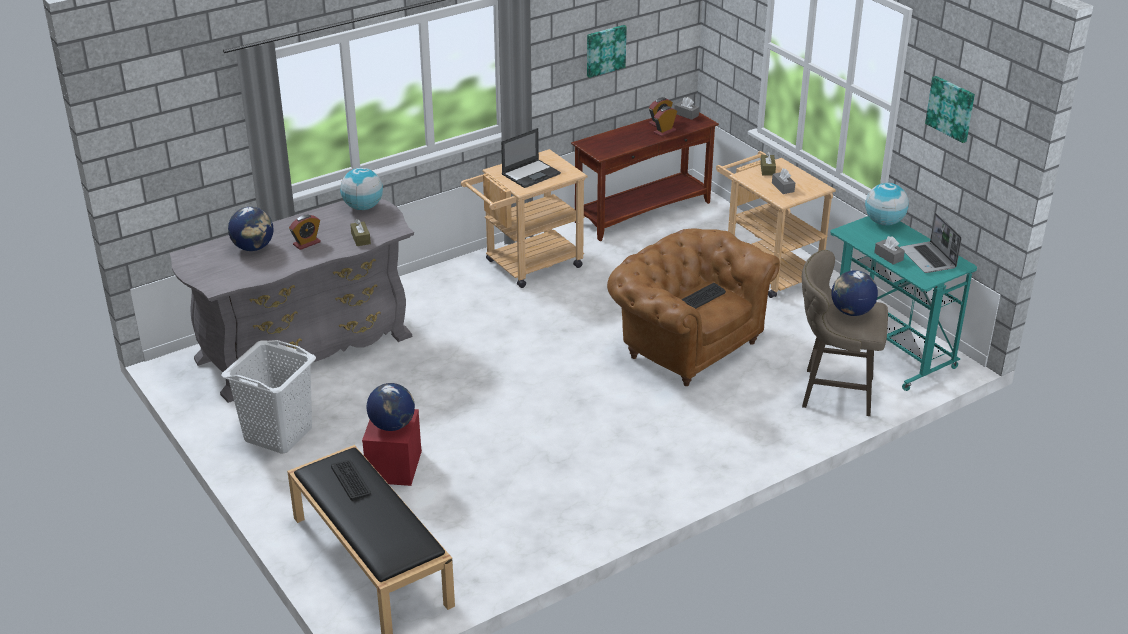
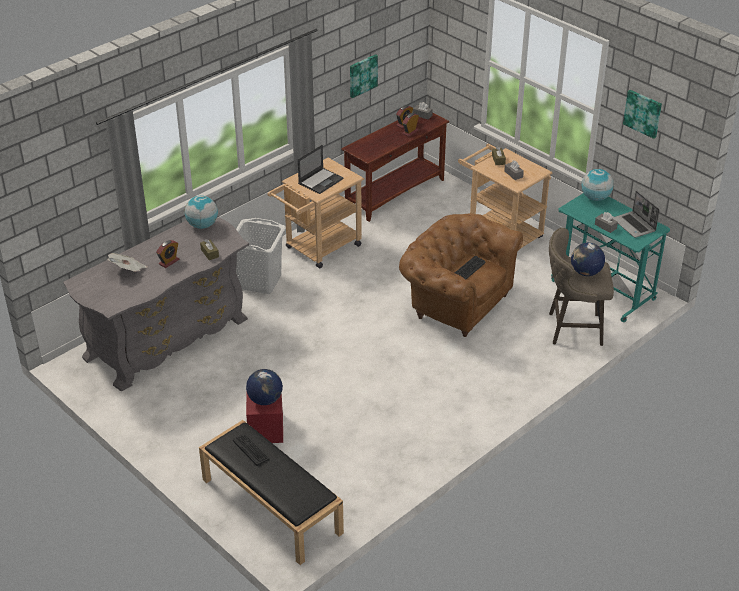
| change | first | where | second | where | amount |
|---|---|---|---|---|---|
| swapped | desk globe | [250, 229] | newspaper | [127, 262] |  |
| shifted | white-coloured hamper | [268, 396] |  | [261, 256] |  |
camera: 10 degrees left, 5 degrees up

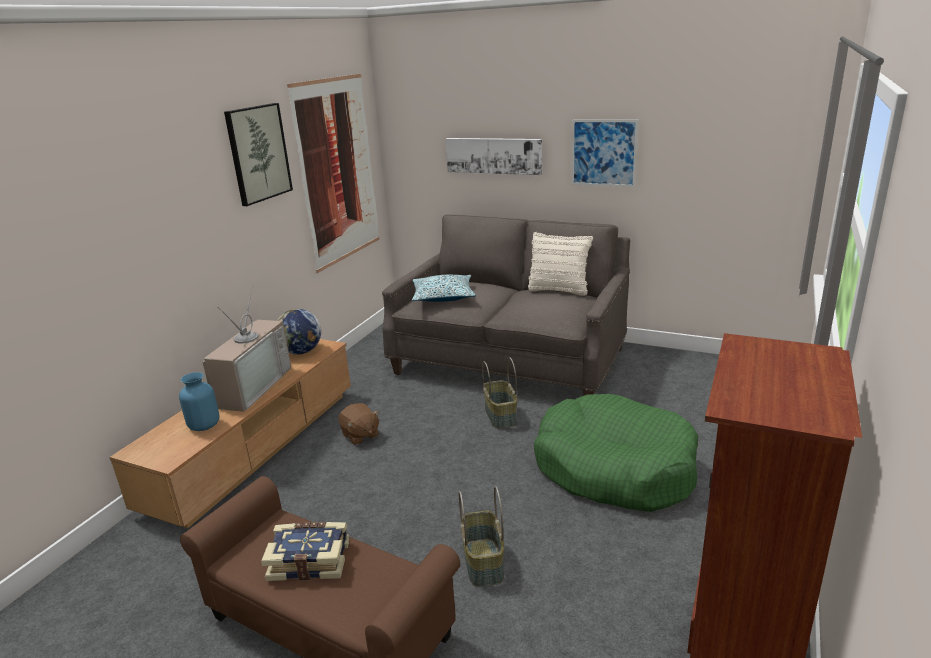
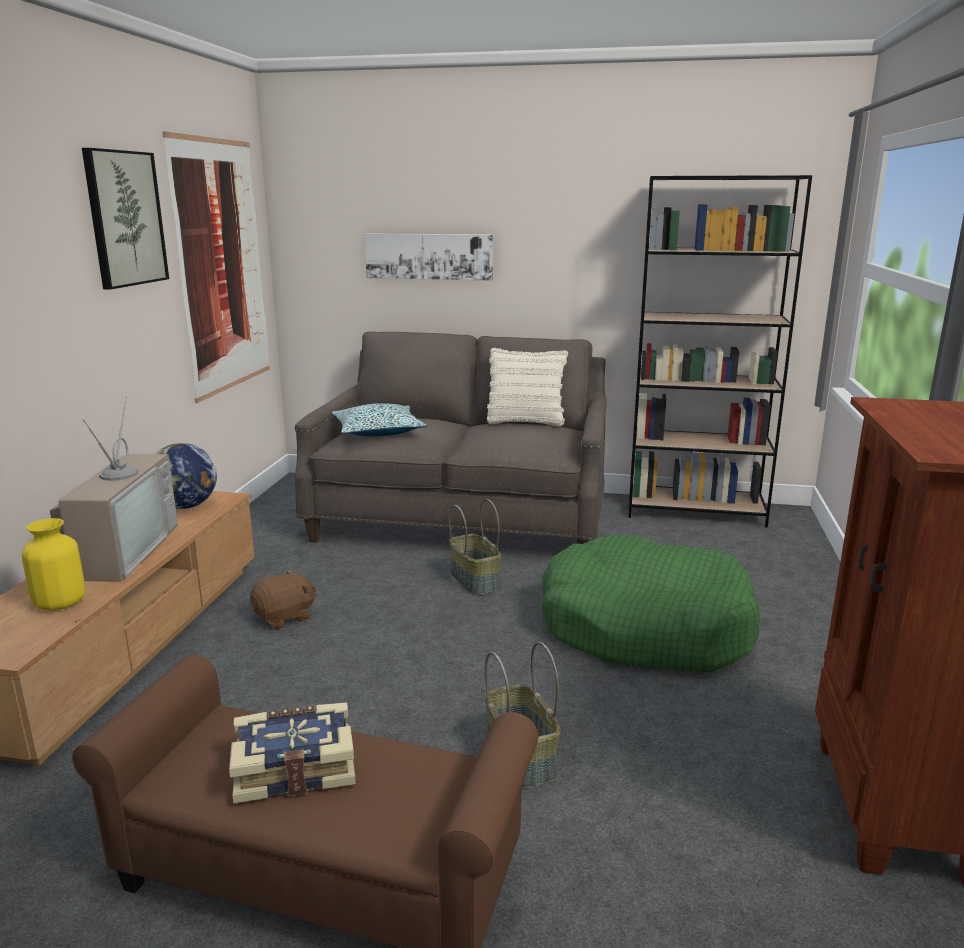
| change | first | where | second | where | amount |
|---|---|---|---|---|---|
| repainted | blue decorative vase | [199, 401] | yellowish decorative vase | [53, 564] |  |
| rotated | brown-coloured plush toy | [359, 424] |  | [283, 599] | 75 degrees counterclockwise |
| new |  |  | beige shelving unit | [720, 351] |  |
| gone | wall art | [605, 153] |  |  |  |
camera: 15 degrees left, 5 degrees down

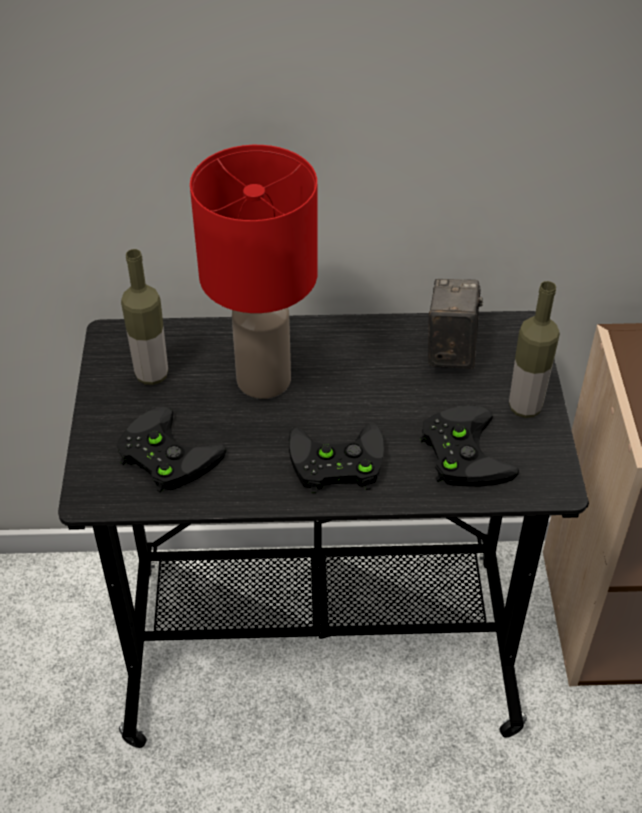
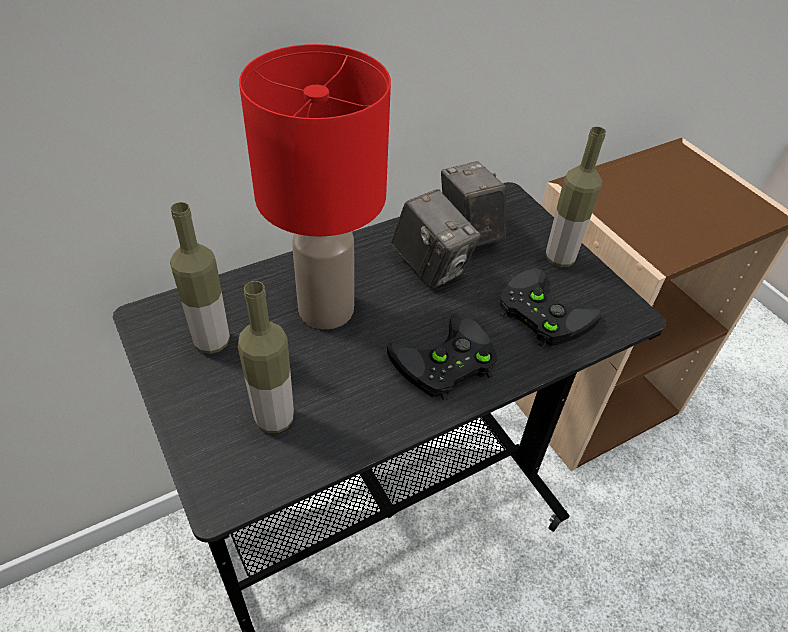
| change | first | where | second | where | amount |
|---|---|---|---|---|---|
| swapped | black-coloured joypad | [171, 450] | beverage bottle | [266, 357] |  |
| new |  |  | photo camera | [436, 239] |  |
camera: 30 degrees left, 0 degrees up

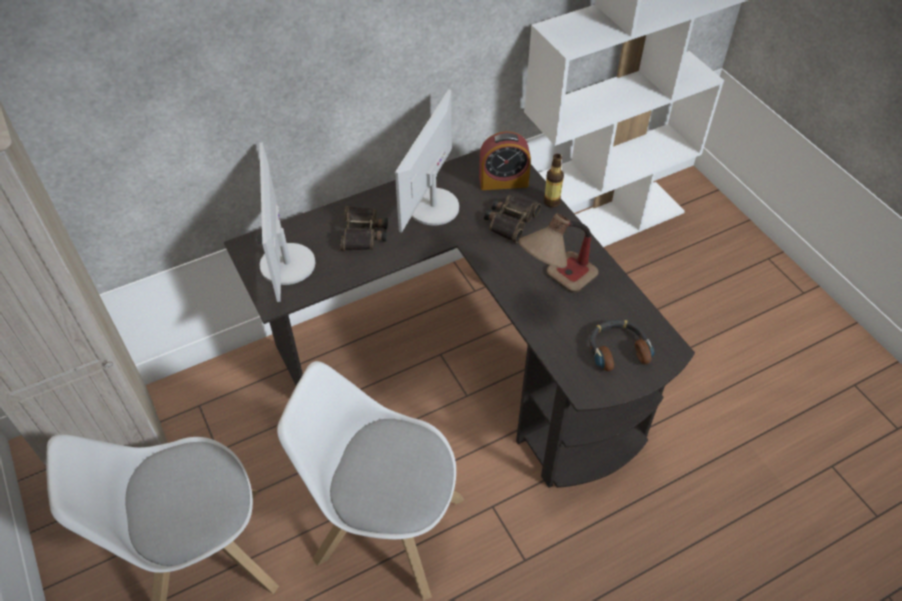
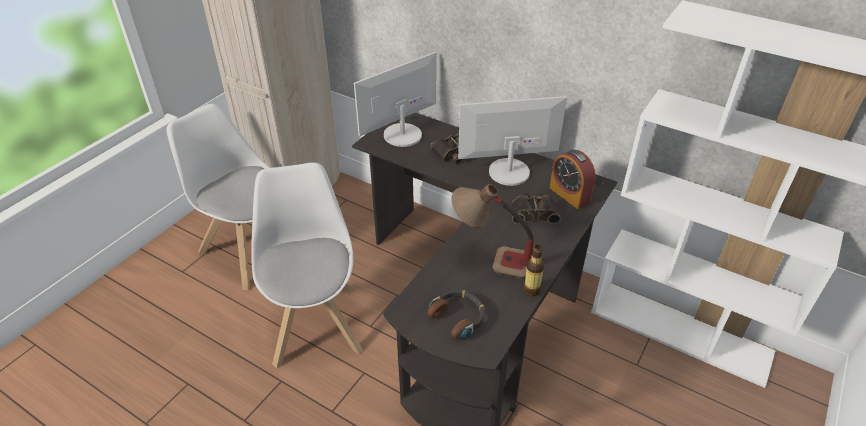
| change | first | where | second | where | amount |
|---|---|---|---|---|---|
| shifted | beverage bottle | [553, 181] |  | [533, 270] |  |
camera: 60 degrees right, 10 degrees down

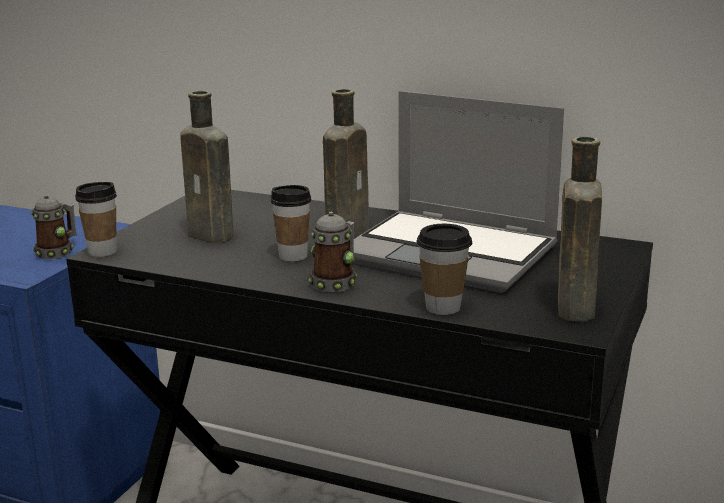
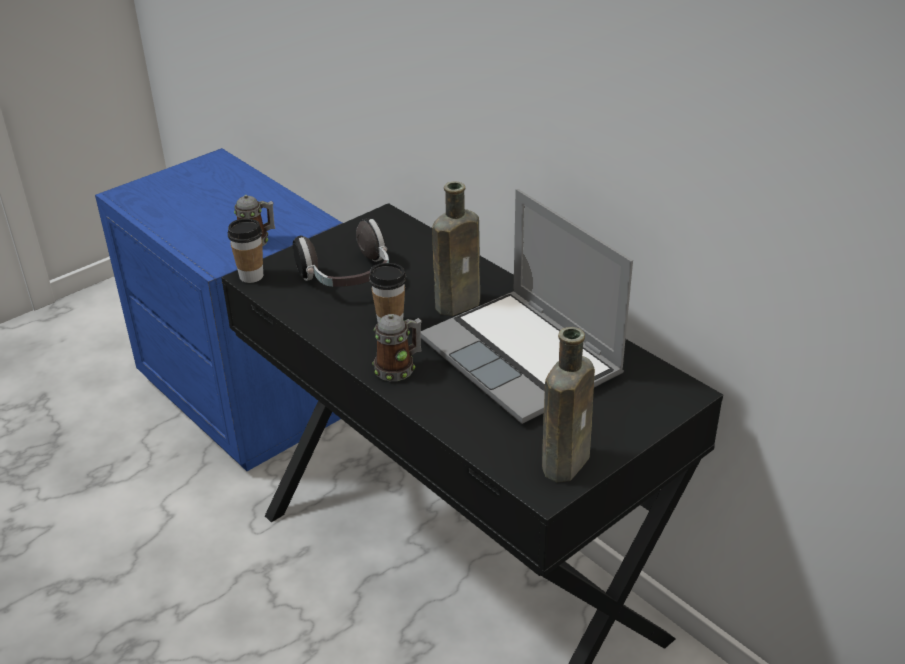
| change | first | where | second | where | amount |
|---|---|---|---|---|---|
| swapped | brown-coloured beverage bottle | [206, 167] | headset | [341, 252] |  |
| gone | drinking cup | [444, 269] |  |  |  |
camera: 25 degrees right, 15 degrees up

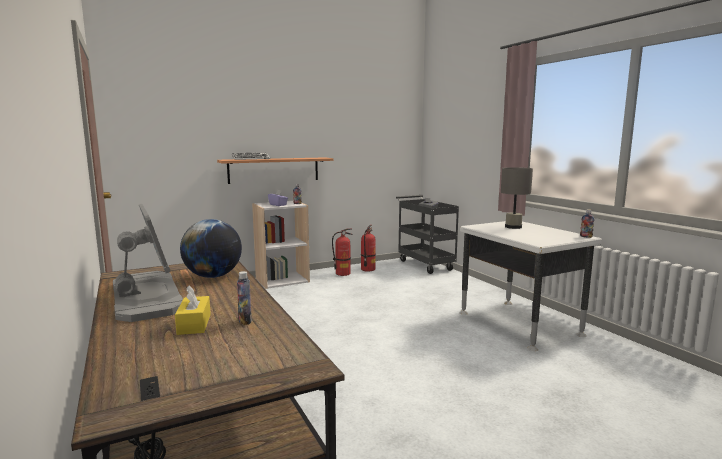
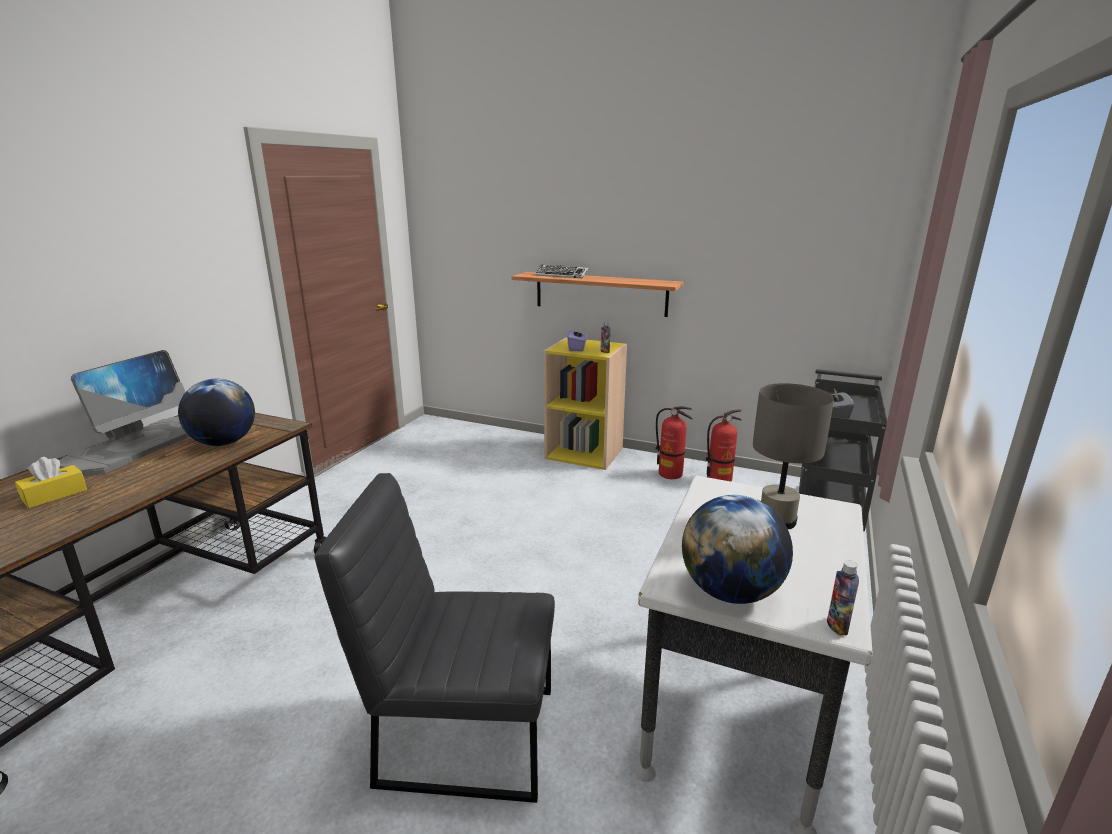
| change | first | where | second | where | amount |
|---|---|---|---|---|---|
| new |  |  | gray chair | [434, 638] |  |
| repainted | white-coloured shelving unit | [281, 245] | yellowish shelving unit | [585, 403] |  |
| new |  |  | desk globe | [737, 549] |  |
| gone | beverage bottle | [244, 298] |  |  |  |
camera: 50 degrees right, 10 degrees up

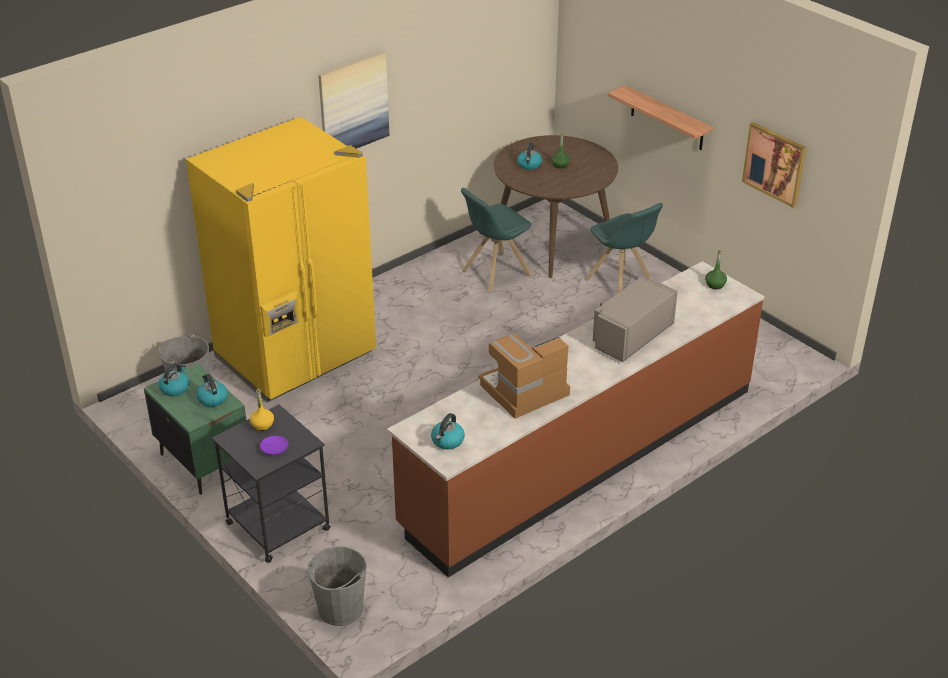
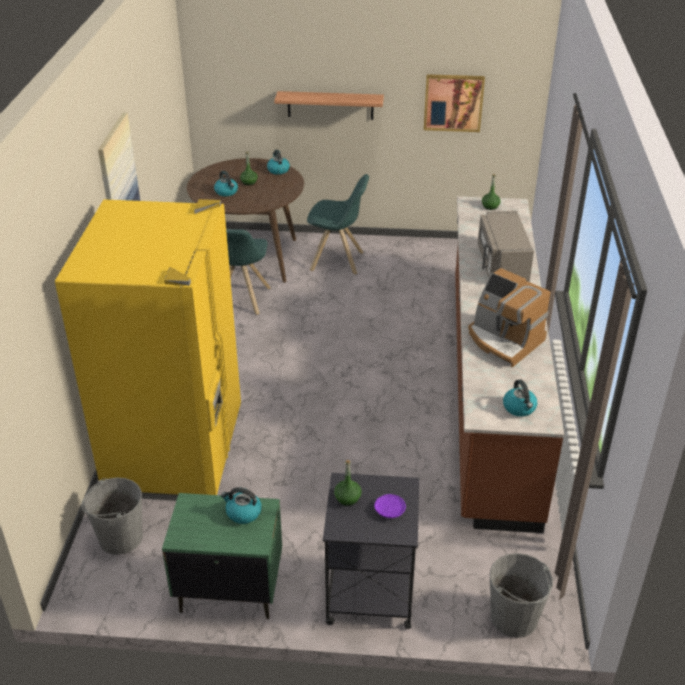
| change | first | where | second | where | amount |
|---|---|---|---|---|---|
| shifted | tea kettle | [174, 379] |  | [278, 162] |  |
| repainted | yellowish beverage bottle | [262, 410] | green beverage bottle | [348, 483] |  |
| rotated | coffee brewer | [524, 376] |  | [509, 318] | 60 degrees counterclockwise |
camera: 45 degrees left, 0 degrees up

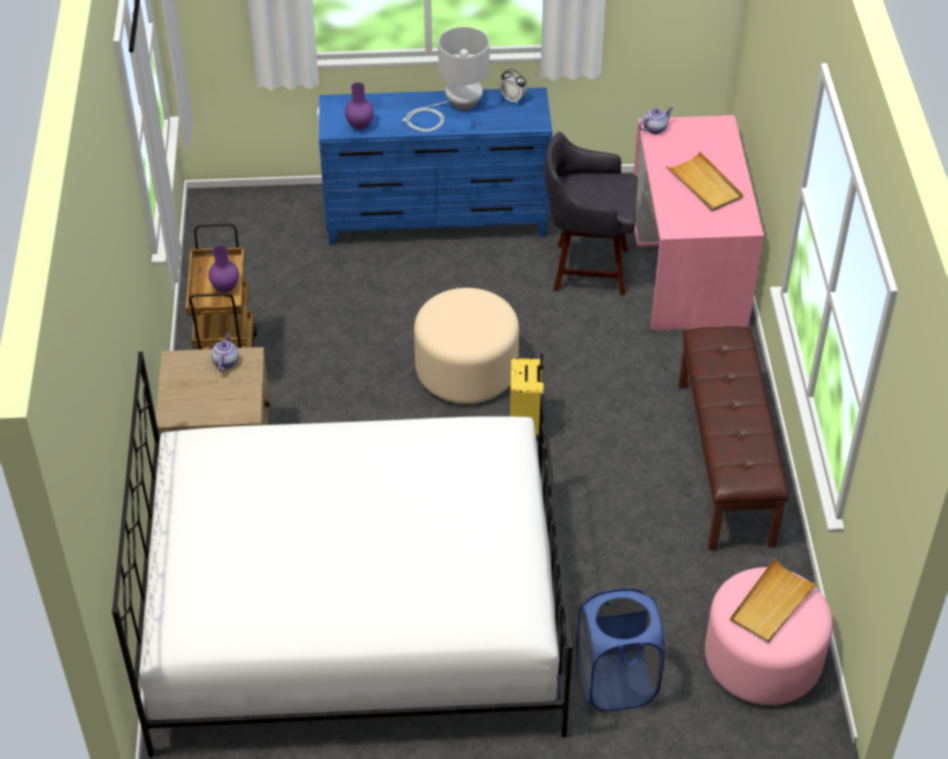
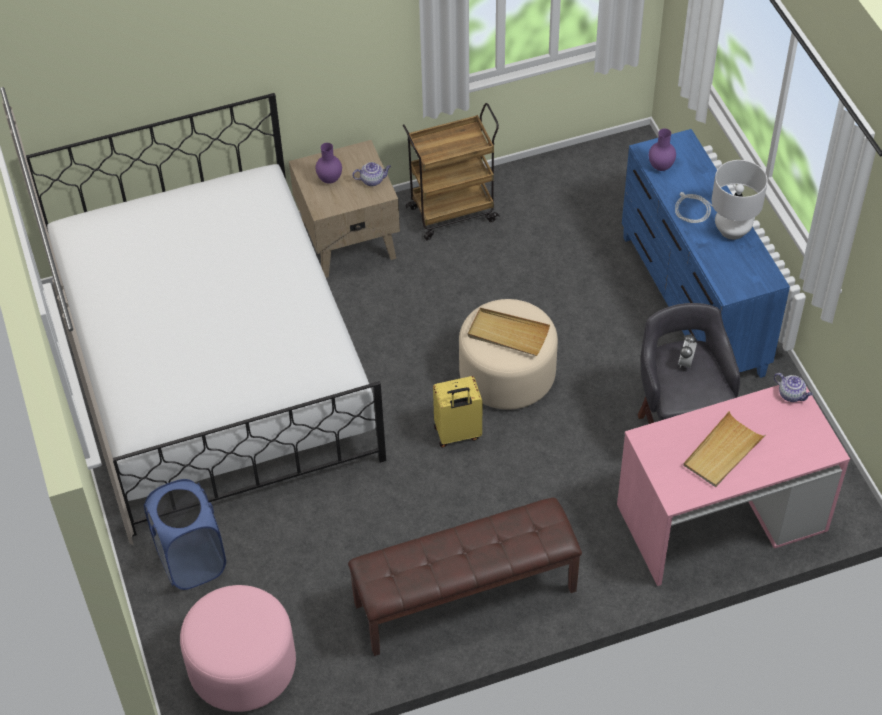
| change | first | where | second | where | amount |
|---|---|---|---|---|---|
| shifted | purple decorative vase | [223, 268] |  | [329, 163] |  |
| shifted | beige carrying tray | [774, 600] |  | [509, 332] |  |
| shifted | table clock | [514, 86] |  | [687, 351] |  |
camera: 75 degrees right, 5 degrees up

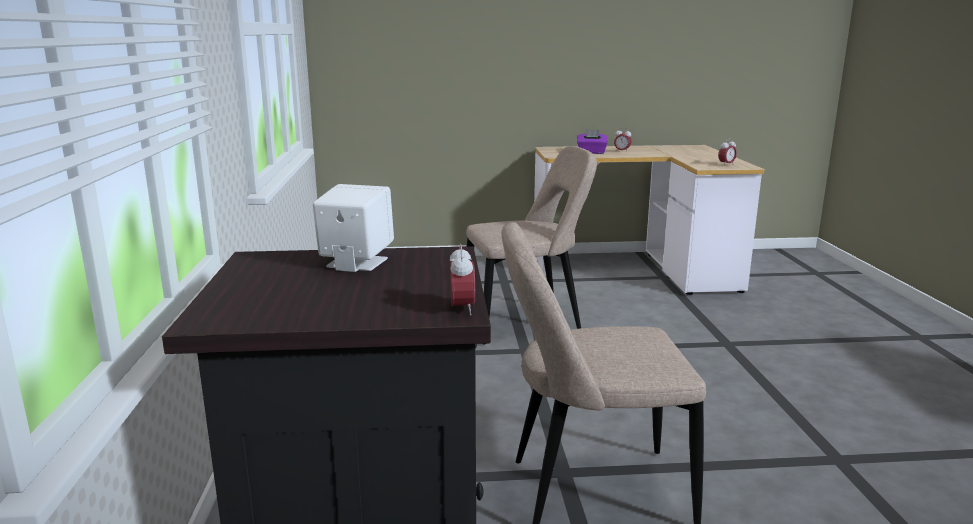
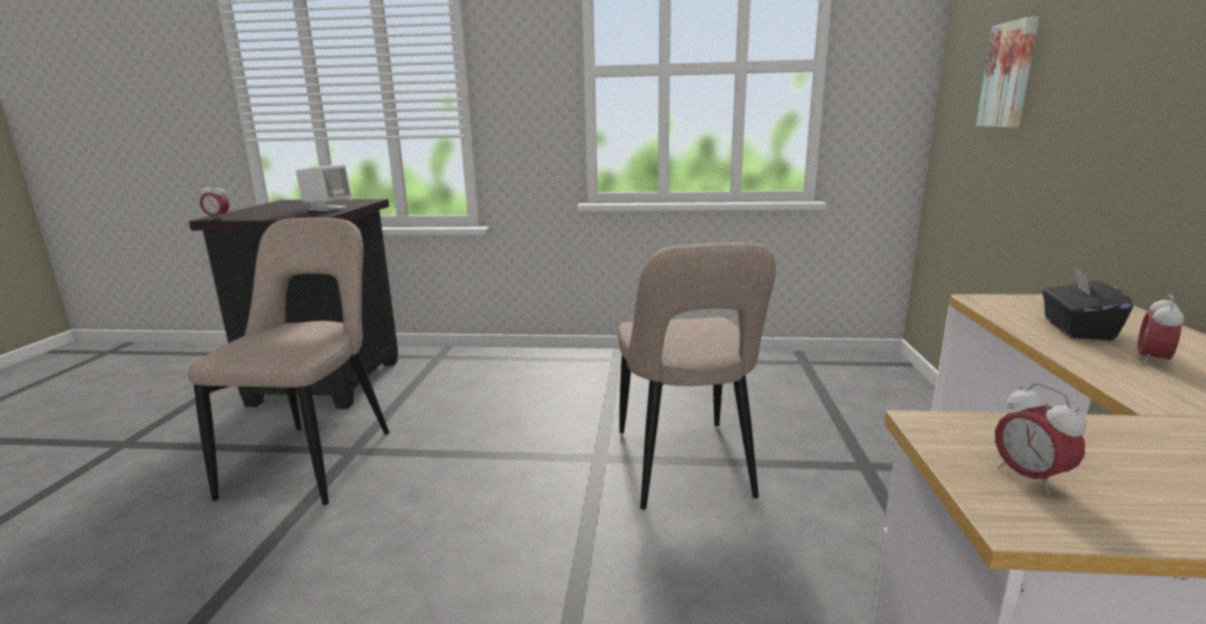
| change | first | where | second | where | amount |
|---|---|---|---|---|---|
| new |  |  | wall art | [1007, 72] |  |
| repainted | purple tissue holder | [592, 141] | black-coloured tissue holder | [1087, 304] |  |
camera: 100 degrees right, 0 degrees up

